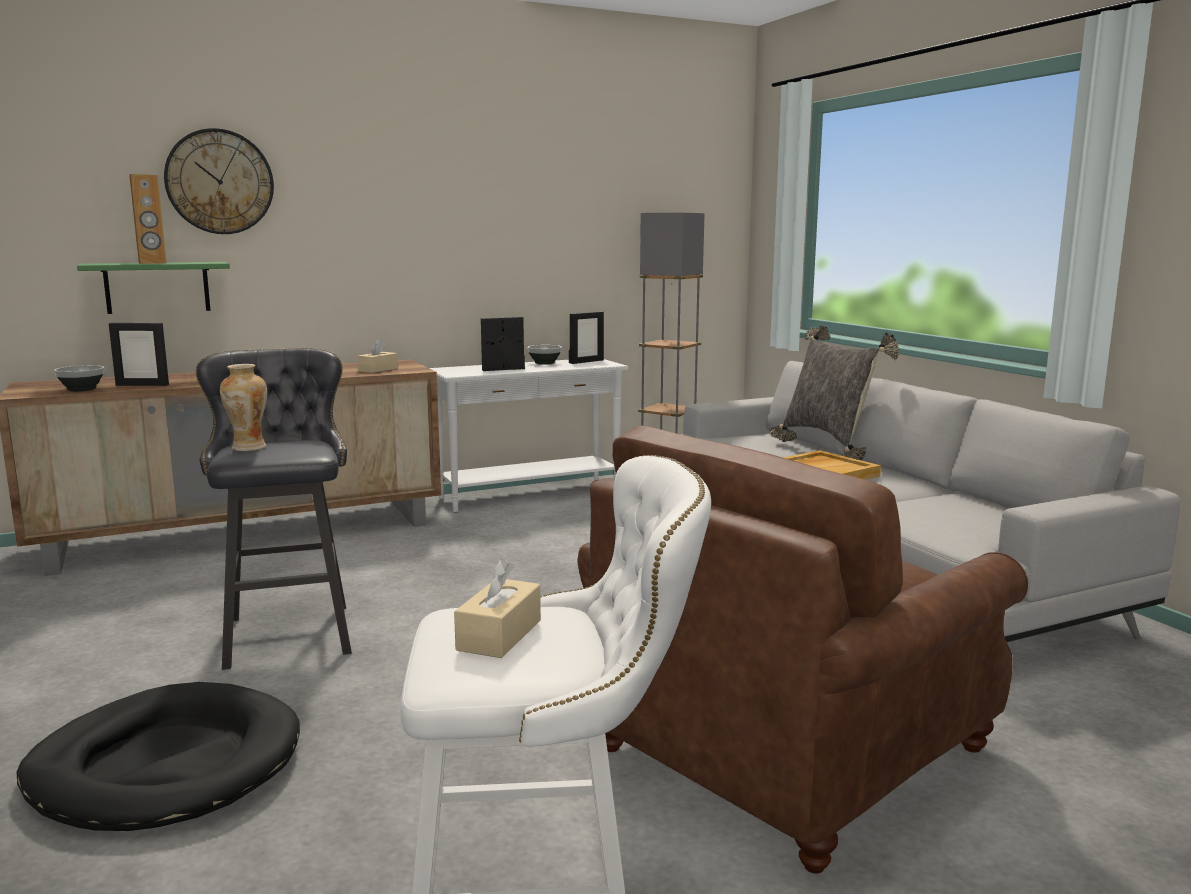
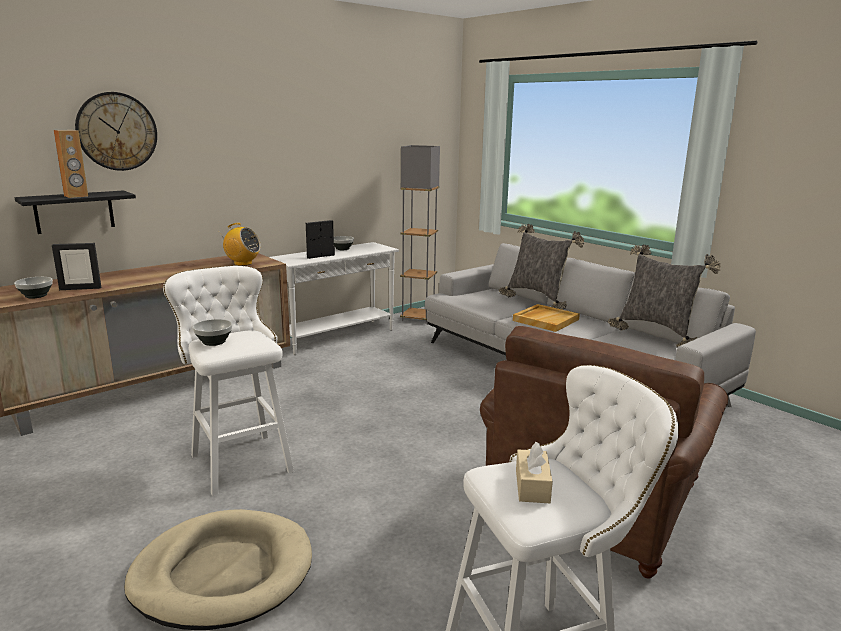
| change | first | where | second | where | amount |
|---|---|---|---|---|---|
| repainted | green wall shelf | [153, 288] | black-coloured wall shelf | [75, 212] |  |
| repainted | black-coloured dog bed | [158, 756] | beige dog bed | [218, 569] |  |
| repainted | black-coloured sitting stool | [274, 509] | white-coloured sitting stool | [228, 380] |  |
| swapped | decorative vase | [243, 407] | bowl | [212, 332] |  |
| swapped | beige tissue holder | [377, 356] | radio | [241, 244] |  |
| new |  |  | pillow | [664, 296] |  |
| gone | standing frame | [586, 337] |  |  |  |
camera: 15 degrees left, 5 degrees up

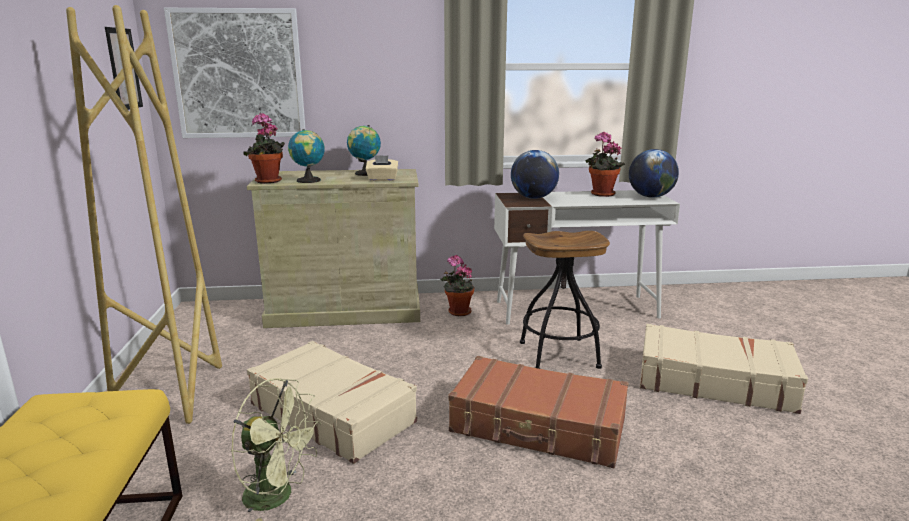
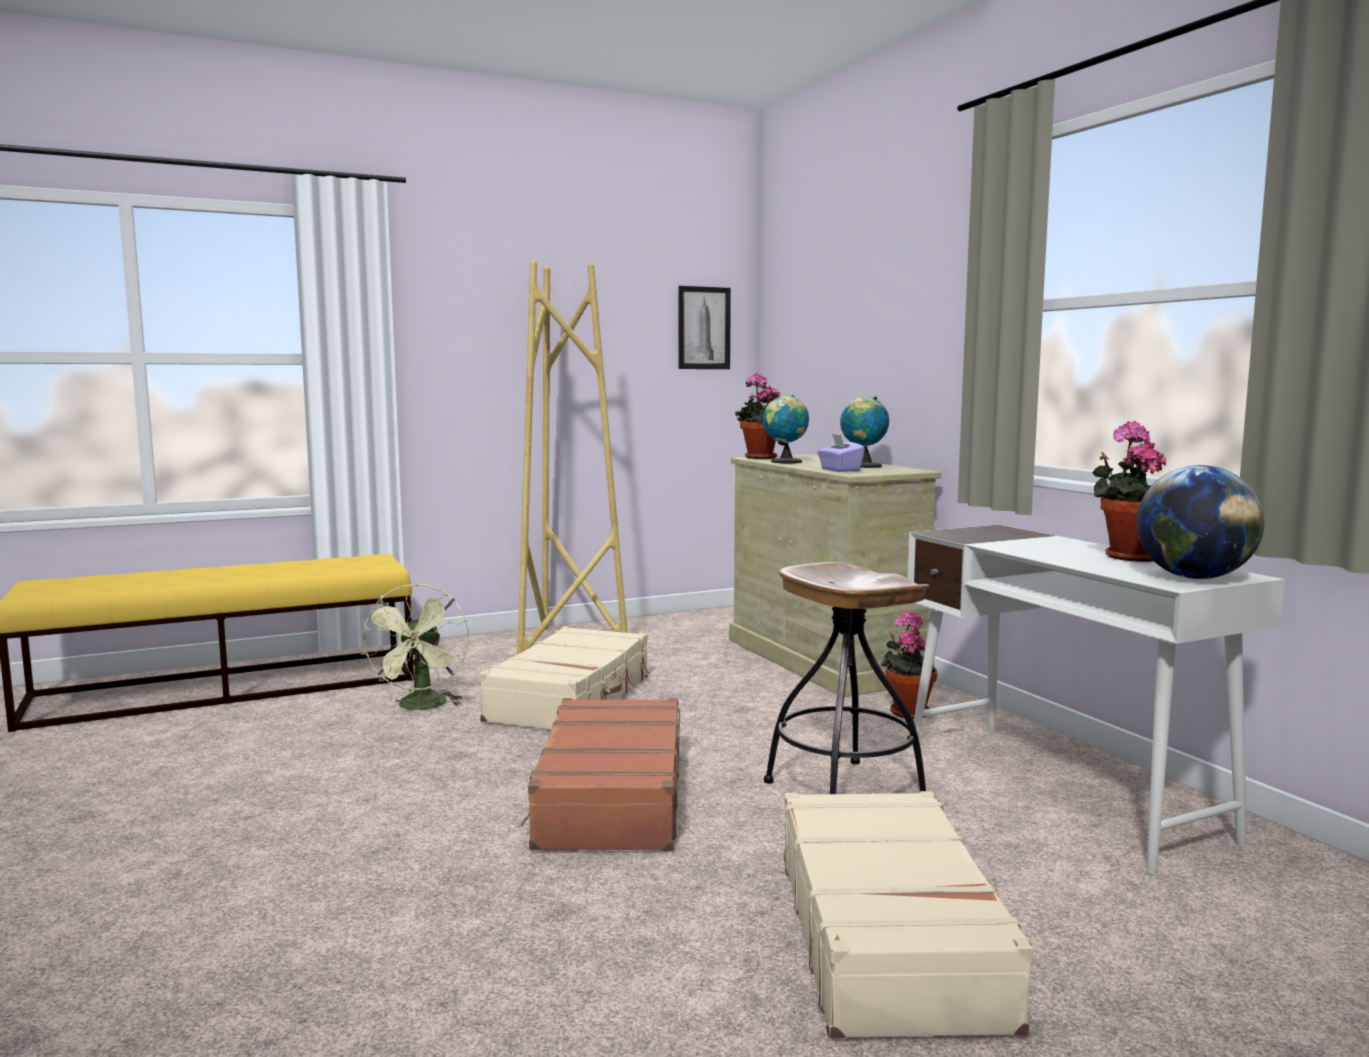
| change | first | where | second | where | amount |
|---|---|---|---|---|---|
| repainted | beige tissue holder | [382, 168] | purple tissue holder | [841, 453] |  |
| gone | wall art | [235, 73] |  |  |  |
| gone | desk globe | [535, 174] |  |  |  |
camera: 70 degrees right, 10 degrees down

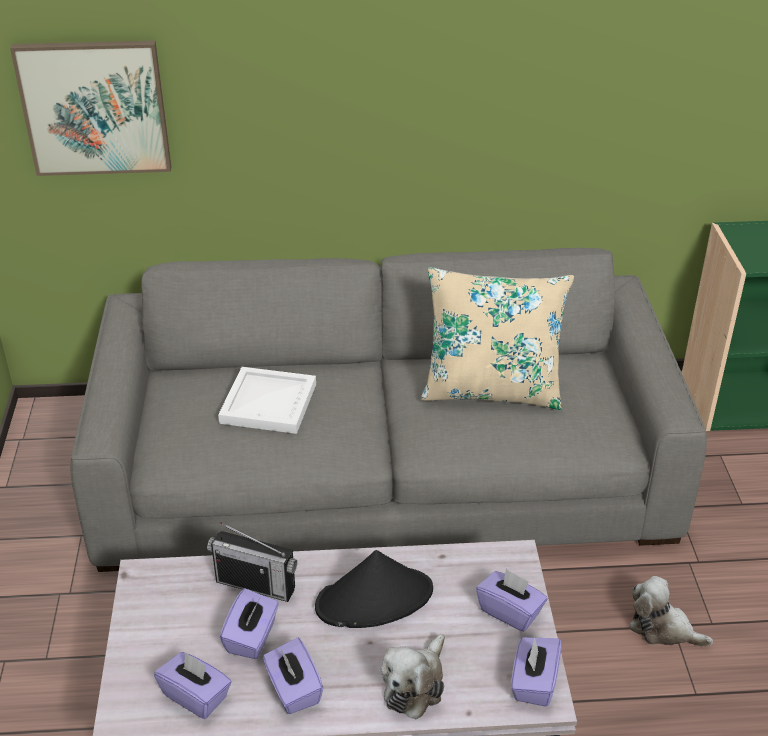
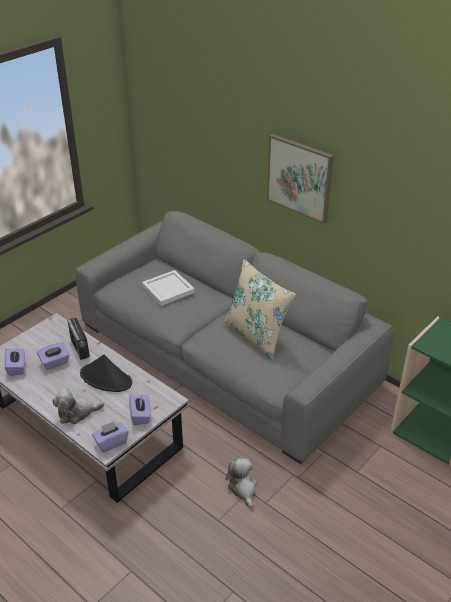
| change | first | where | second | where | amount |
|---|---|---|---|---|---|
| shifted | wall art | [90, 108] |  | [300, 179] |  |
| gone | purple tissue holder | [293, 675] |  |  |  |
camera: 45 degrees right, 0 degrees up

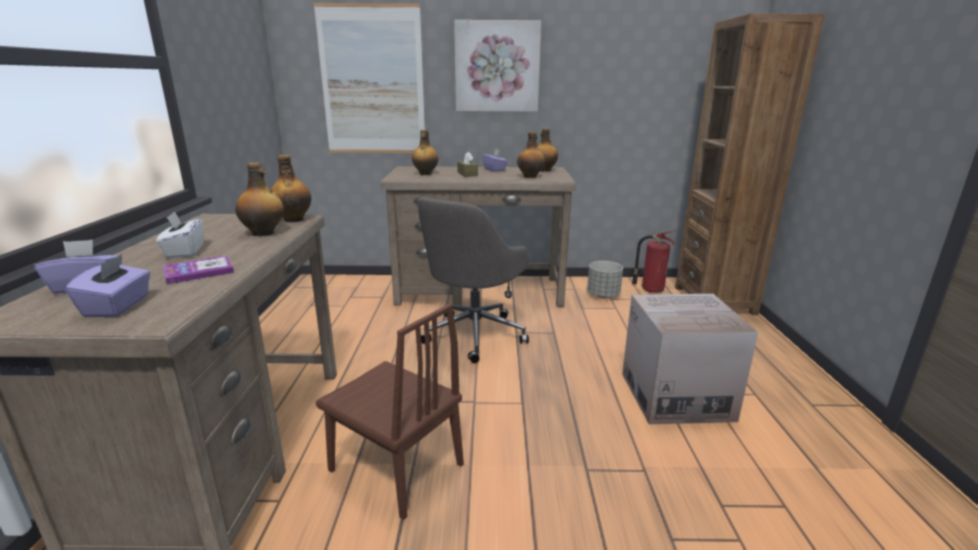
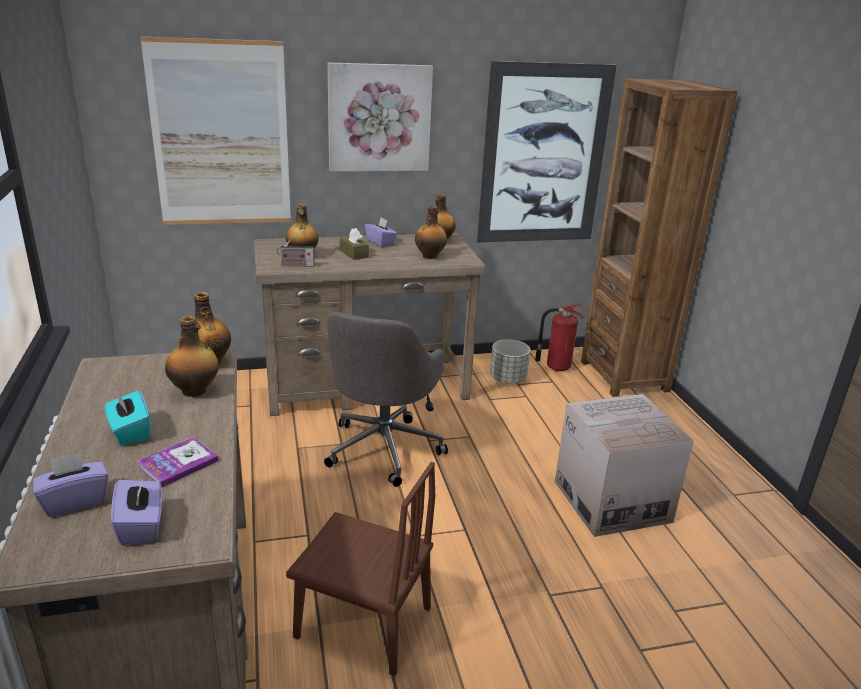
| change | first | where | second | where | amount |
|---|---|---|---|---|---|
| repainted | white-coloured tissue holder | [180, 235] | turquoise-coloured tissue holder | [127, 418] |  |
| new |  |  | radio | [295, 252] |  |
| new |  |  | wall art | [547, 151] |  |
camera: 15 degrees left, 5 degrees up

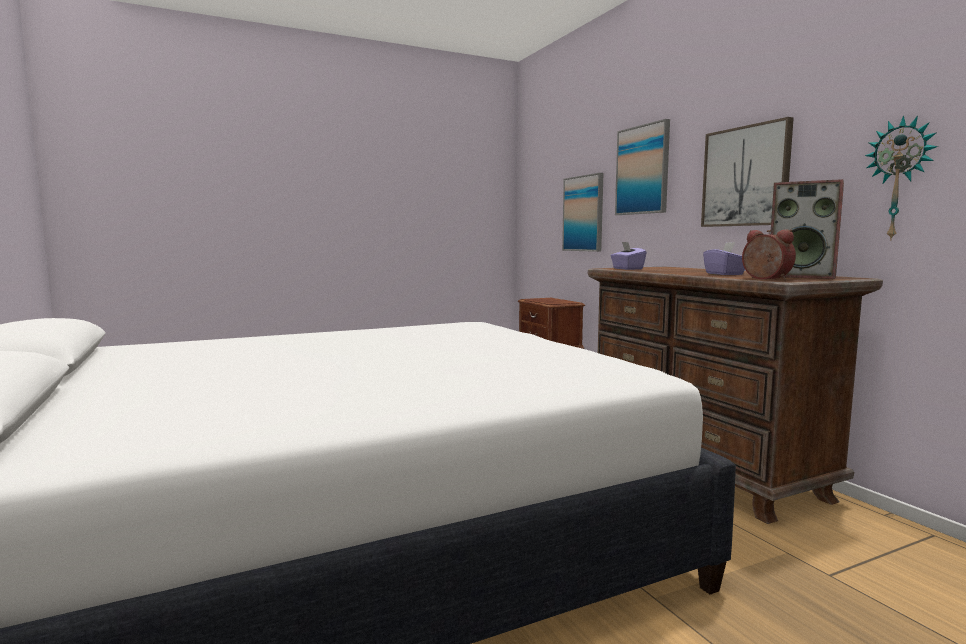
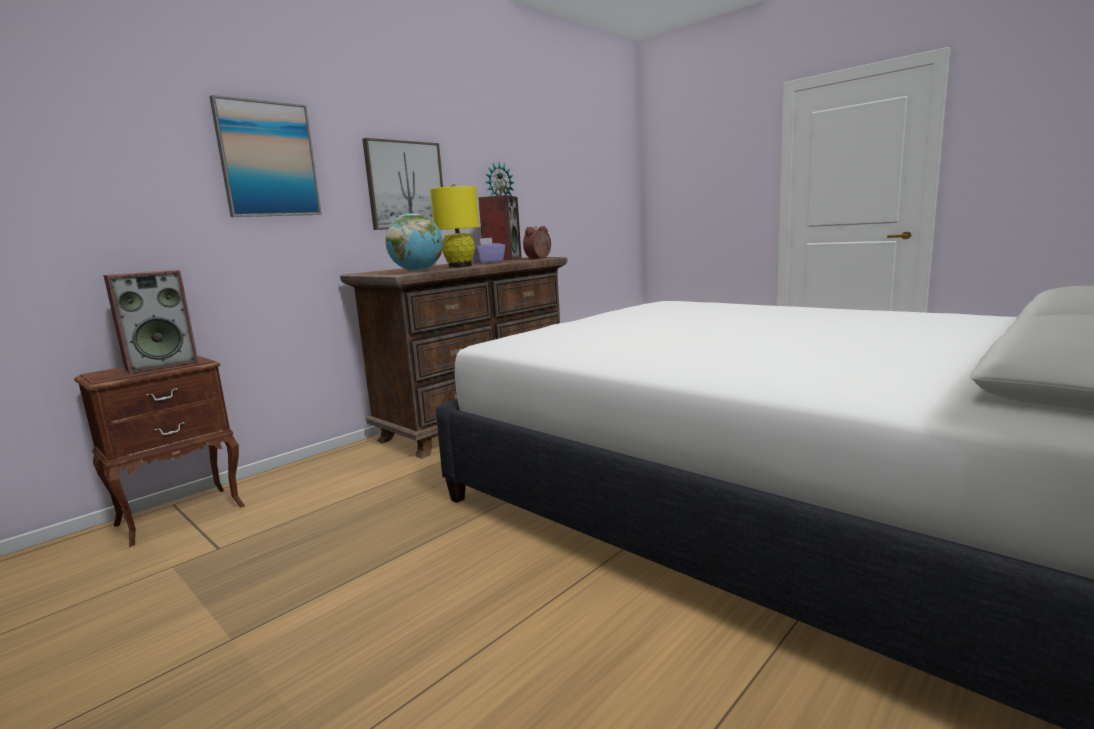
| change | first | where | second | where | amount |
|---|---|---|---|---|---|
| new |  |  | speaker | [151, 322] |  |
| swapped | purple tissue holder | [628, 256] | desk globe | [414, 242] |  |
| new |  |  | yellowish tabletop lamp | [454, 225] |  |
| gone | wall art | [582, 212] |  |  |  |
camera: 110 degrees left, 5 degrees up

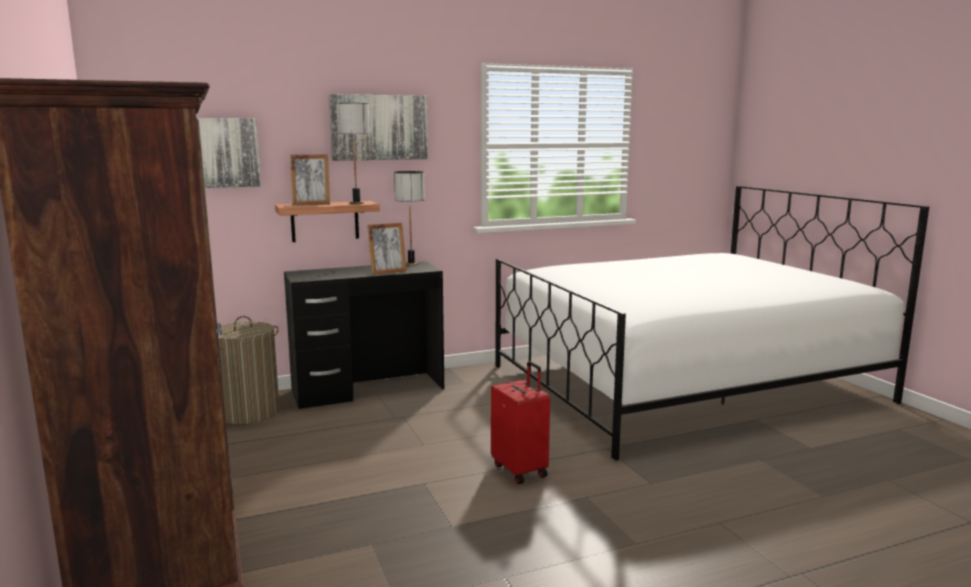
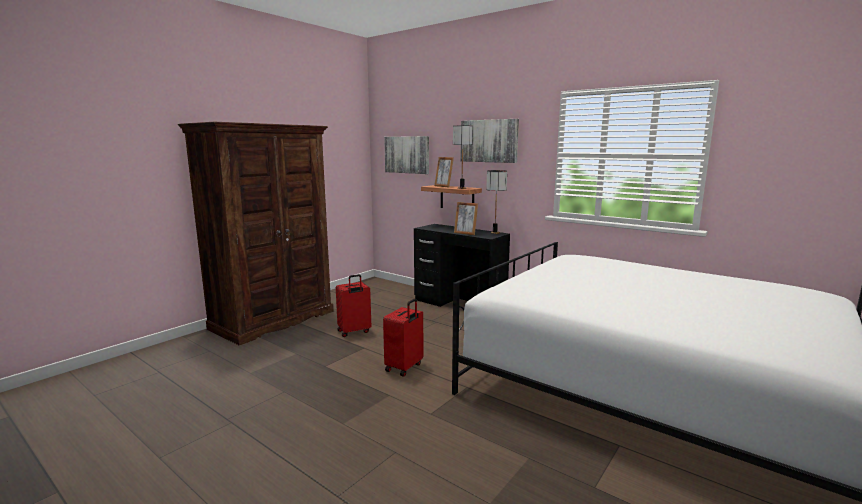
| change | first | where | second | where | amount |
|---|---|---|---|---|---|
| new |  |  | red travel case | [353, 305] |  |
| gone | hamper | [249, 370] |  |  |  |
camera: 60 degrees right, 0 degrees up

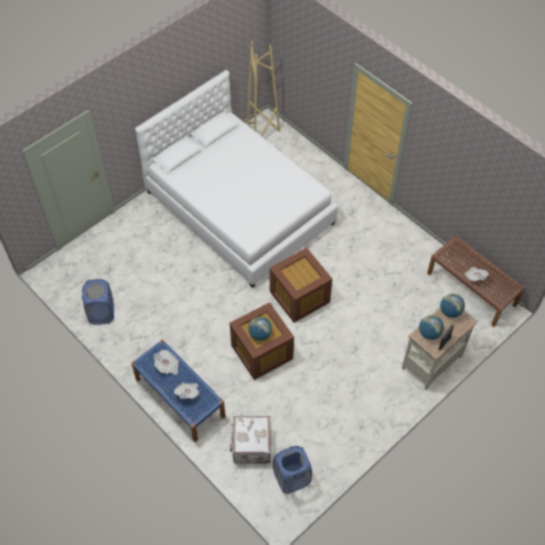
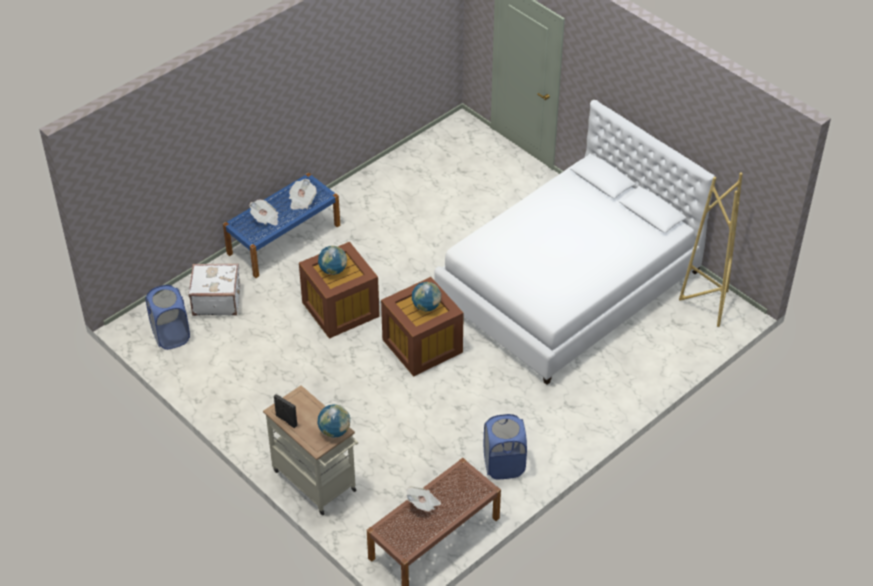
| change | first | where | second | where | amount |
|---|---|---|---|---|---|
| shifted | desk globe | [431, 327] |  | [426, 296] |  |
| shifted | blue hamper | [98, 302] |  | [505, 446] |  |
camera: 90 degrees right, 10 degrees down

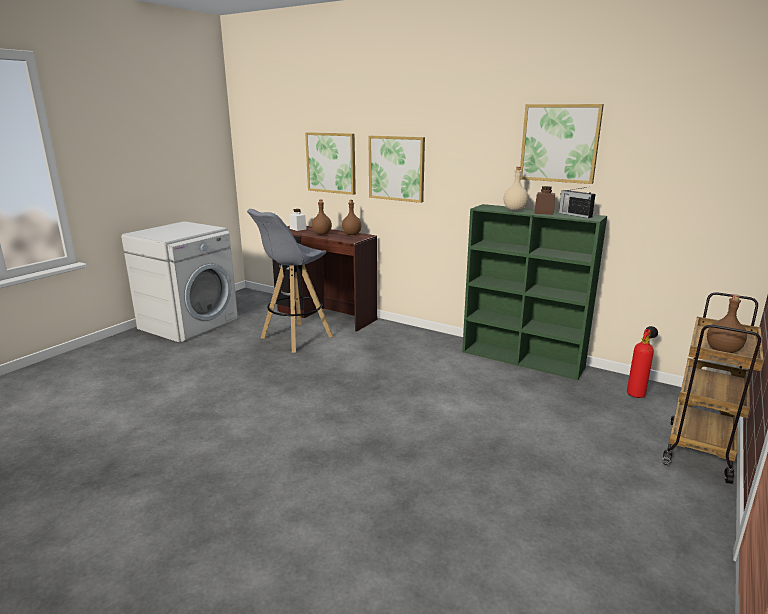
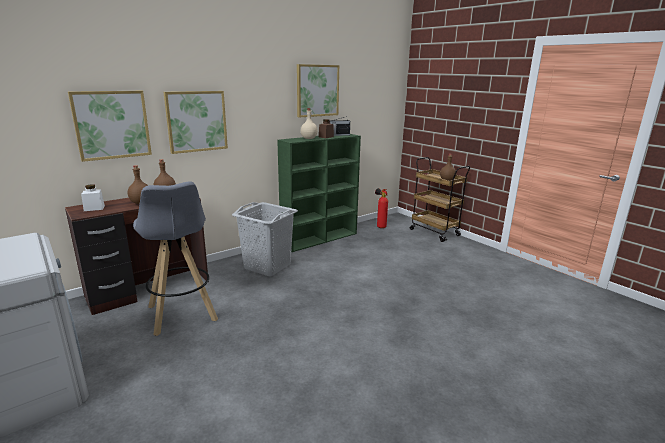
| change | first | where | second | where | amount |
|---|---|---|---|---|---|
| new |  |  | gray hamper | [265, 239] |  |
camera: 70 degrees left, 0 degrees up

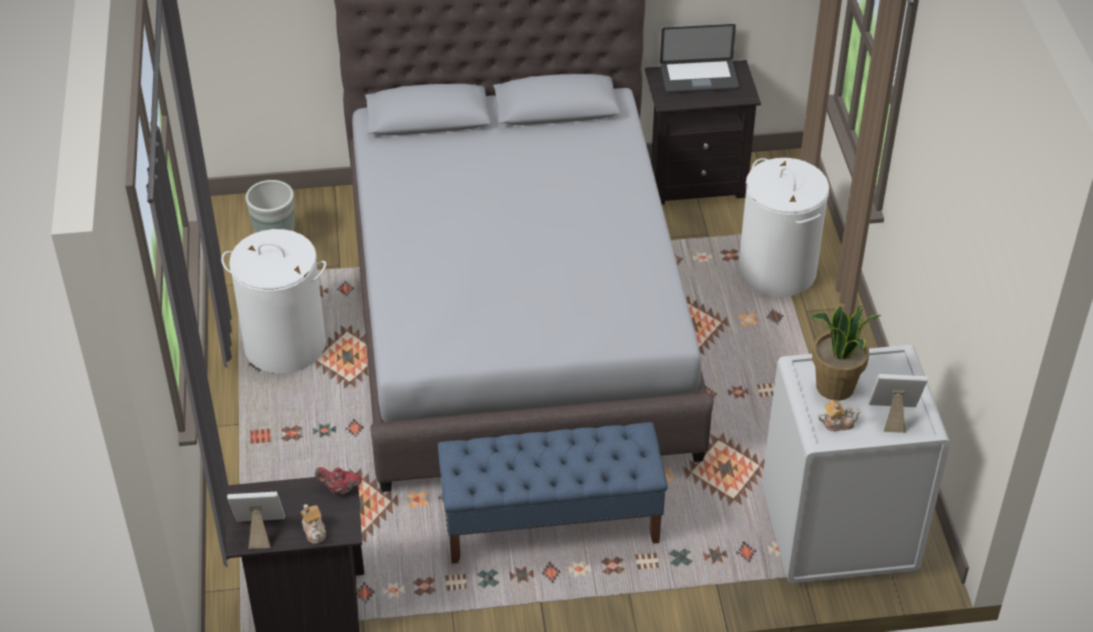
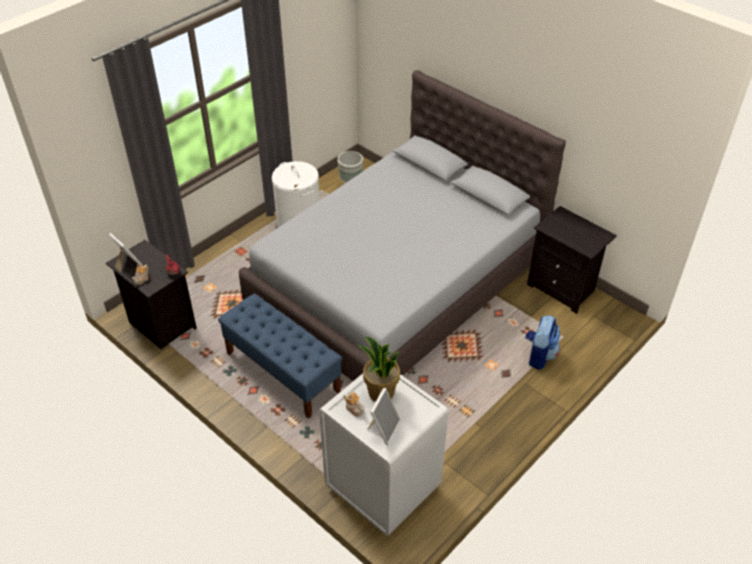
| change | first | where | second | where | amount |
|---|---|---|---|---|---|
| rotated | standing frame | [898, 403] |  | [384, 416] | 60 degrees clockwise |
| swapped | white-coloured hamper | [783, 227] | rucksack | [542, 342] |  |
| gone | notebook computer | [699, 59] |  |  |  |
camera: 50 degrees right, 0 degrees up

